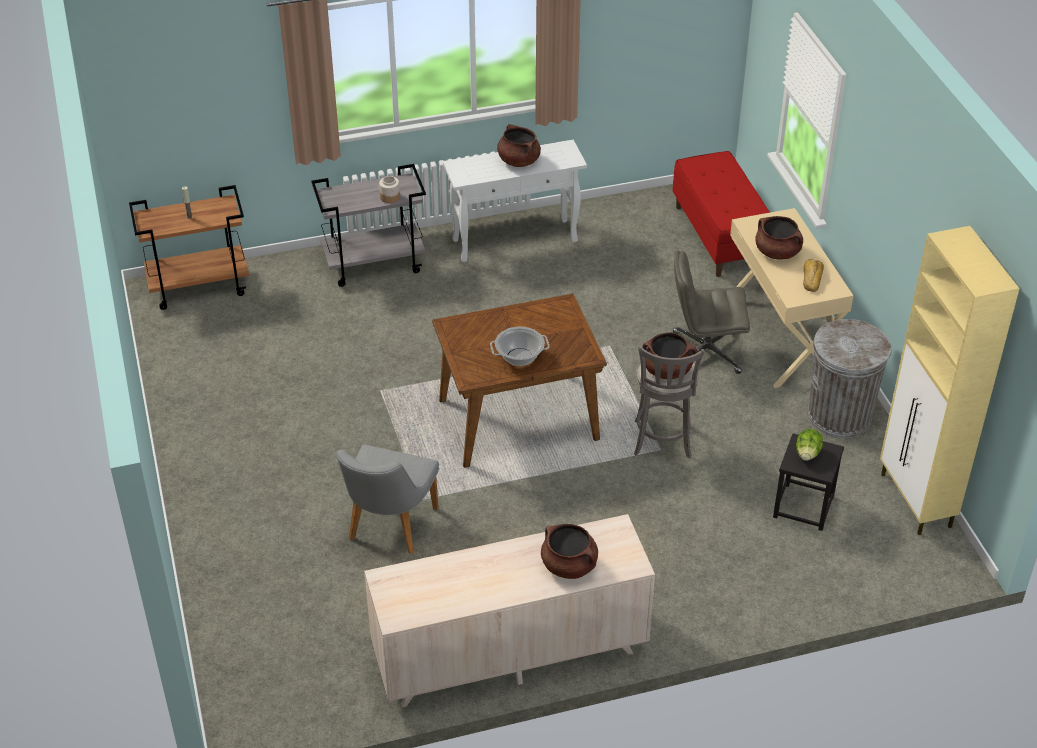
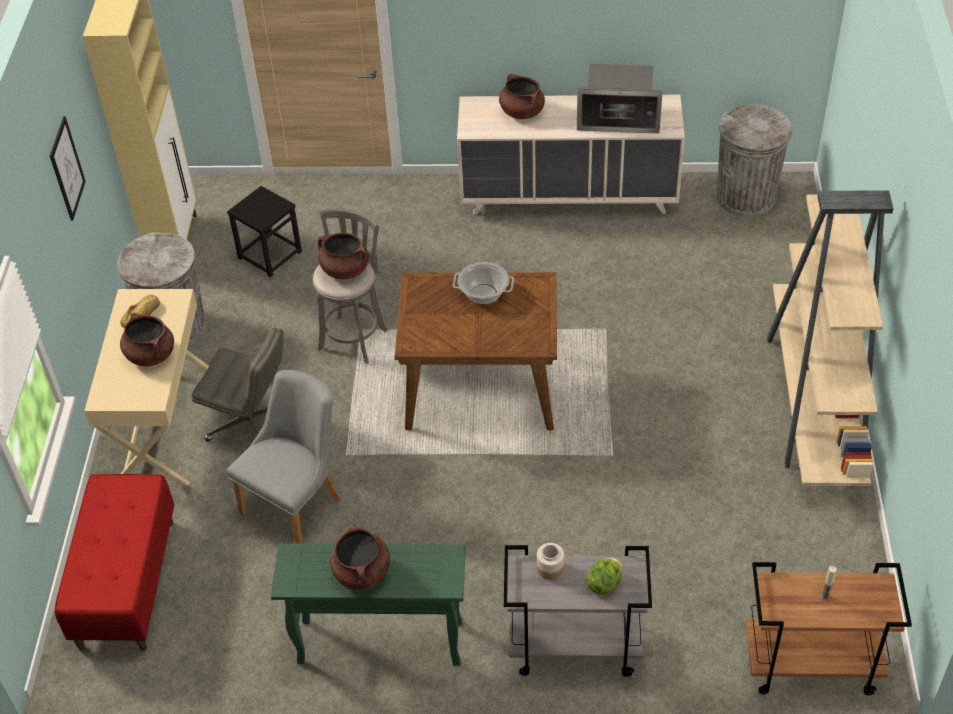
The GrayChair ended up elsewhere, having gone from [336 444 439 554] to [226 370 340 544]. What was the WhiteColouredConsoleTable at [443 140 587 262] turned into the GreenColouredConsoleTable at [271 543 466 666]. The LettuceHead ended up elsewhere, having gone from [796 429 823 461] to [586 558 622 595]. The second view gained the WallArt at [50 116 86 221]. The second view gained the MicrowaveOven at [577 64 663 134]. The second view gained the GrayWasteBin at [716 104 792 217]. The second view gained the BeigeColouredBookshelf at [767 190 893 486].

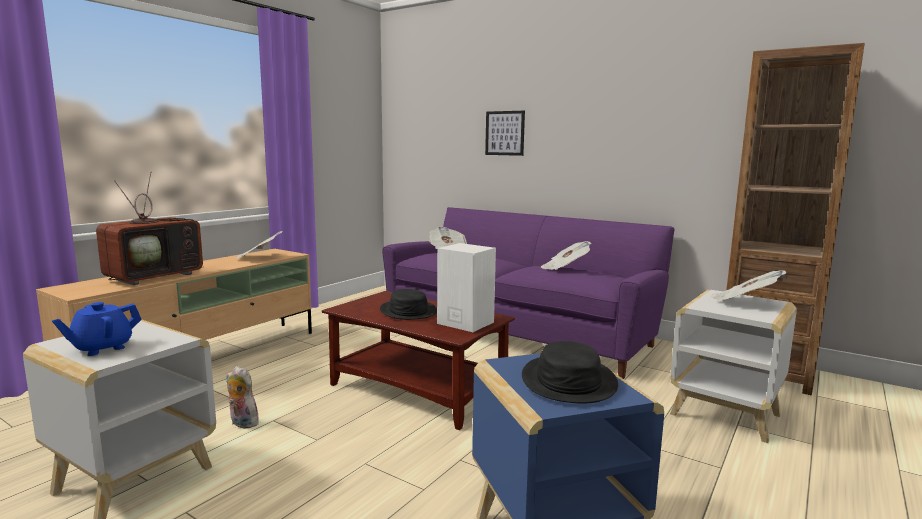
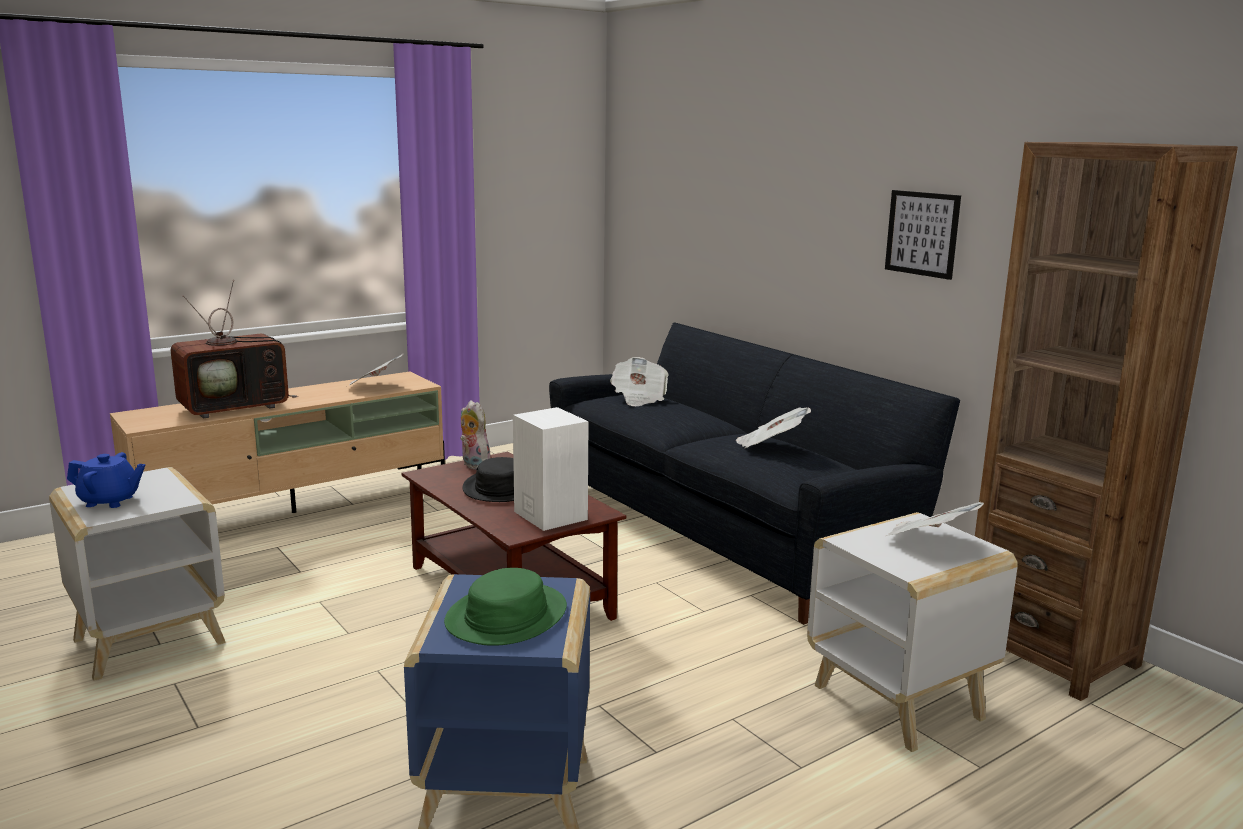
The BlueColouredTeaPot at [52 302 142 356] ended up facing another way, 150 degrees counterclockwise from before. The PlushToy ended up elsewhere, having gone from [226 366 259 428] to [460 400 491 470]. What was the PurpleSofa at [382 207 674 379] turned into the BlackSofa at [549 322 960 624]. The WallArt ended up elsewhere, having gone from [485 111 525 156] to [885 190 961 280]. What was the BlackClothingHat at [522 341 618 404] turned into the GreenColouredClothingHat at [444 568 567 646].

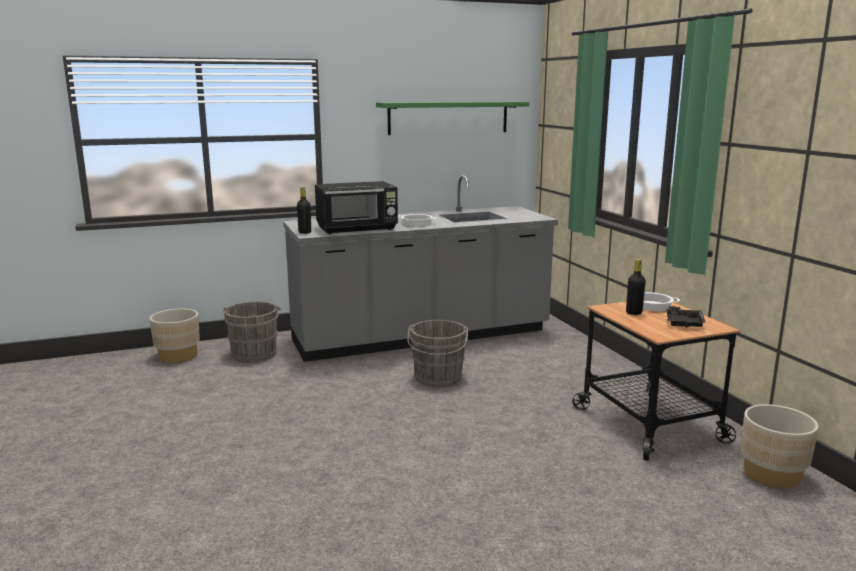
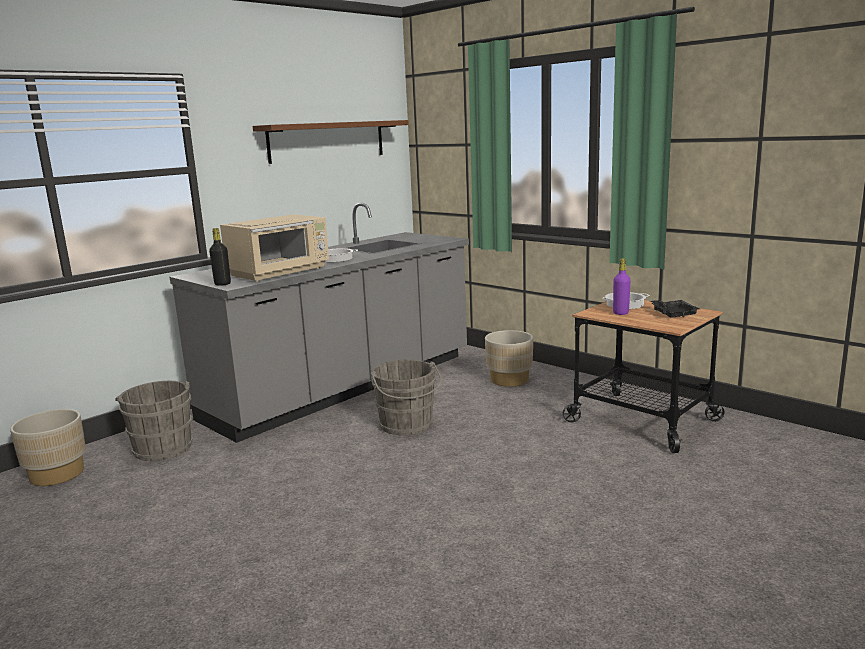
What was the BlackMicrowaveOven at [315 181 398 234] turned into the BeigeColouredMicrowaveOven at [220 214 329 282]. What was the GreenColouredShelf at [376 101 529 135] turned into the BrownishShelf at [253 120 409 164]. What was the BlackBeverageBottle at [626 259 646 315] turned into the PurpleBeverageBottle at [613 259 631 315]. The BeigeColouredFlowerPot ended up elsewhere, having gone from [741 404 819 489] to [485 330 533 387].

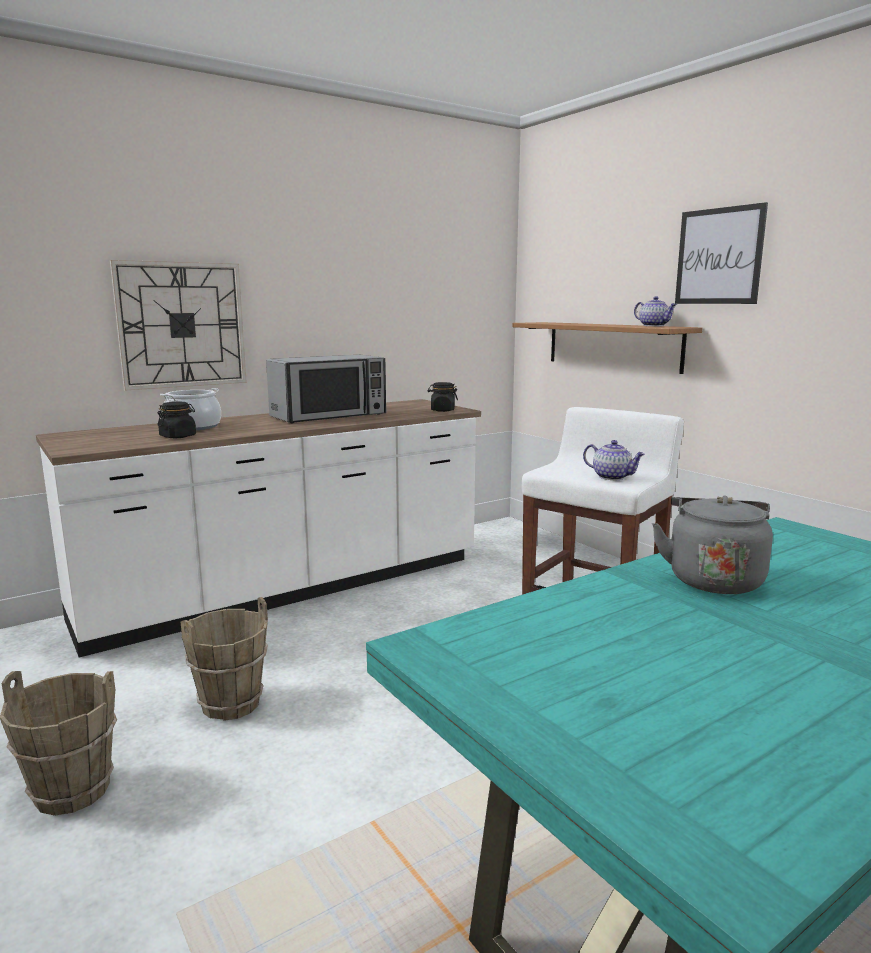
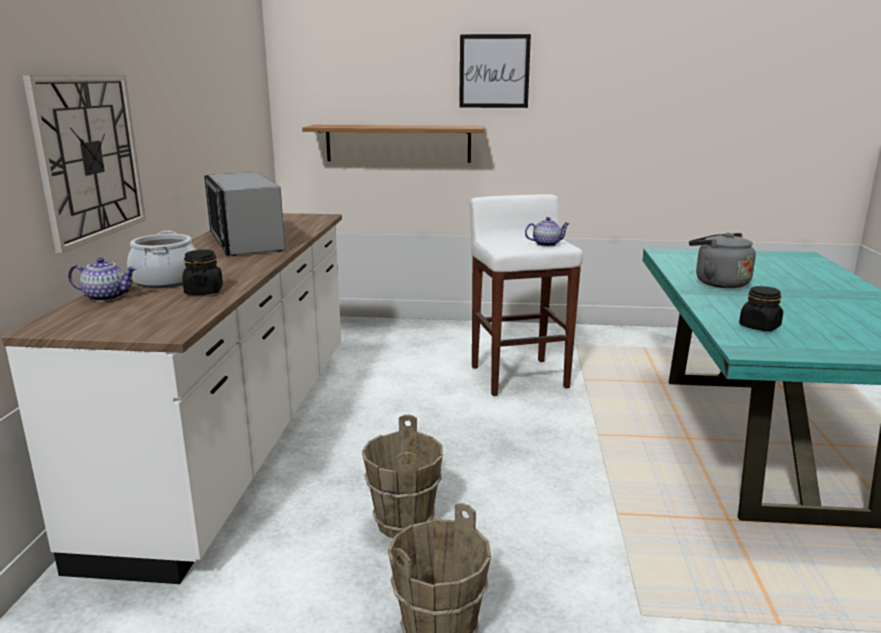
The MicrowaveOven at [266 355 386 423] ended up facing another way, 150 degrees clockwise from before. The BlackJar ended up elsewhere, having gone from [428 382 458 412] to [739 286 783 331]. The TeaPot ended up elsewhere, having gone from [634 296 677 326] to [68 257 137 302].

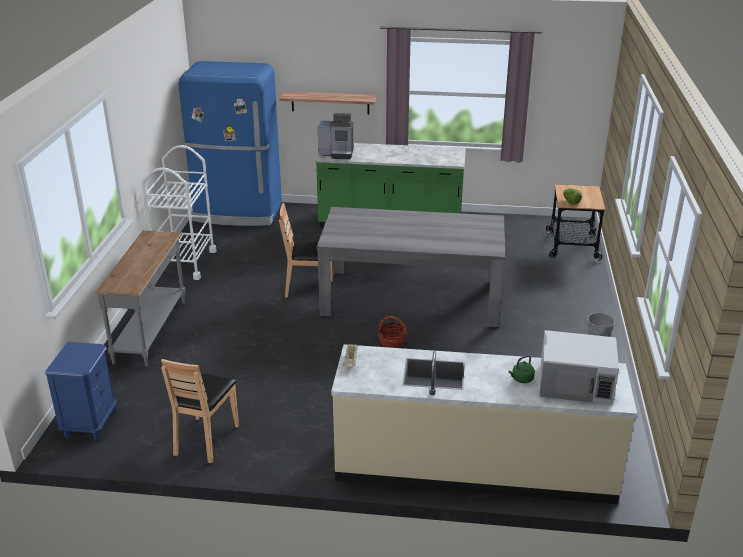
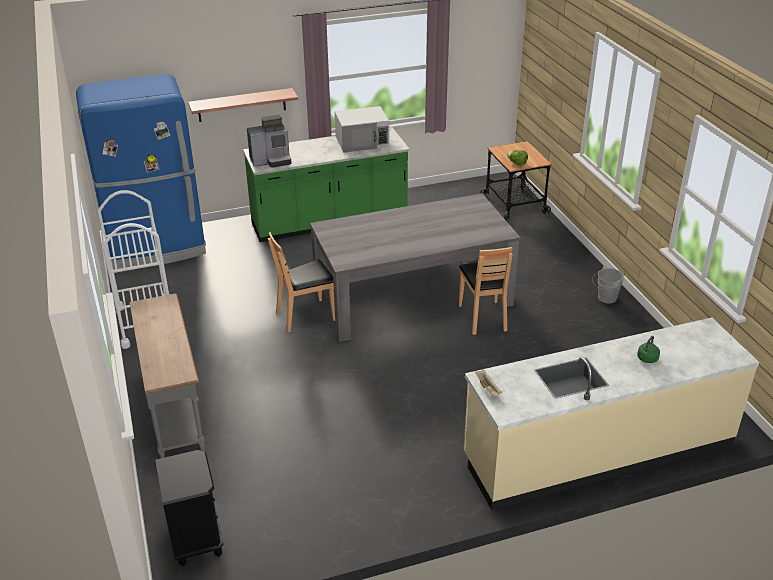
What was the BlueColouredNightstand at [45 342 117 441] turned into the BlackNightstand at [155 450 223 566]. The BrownishChair ended up elsewhere, having gone from [161 359 239 463] to [459 247 513 335]. The second view lost the HouseholdBasket at [378 316 407 348]. The WhiteColouredMicrowaveOven ended up elsewhere, having gone from [539 330 619 403] to [335 106 389 153].

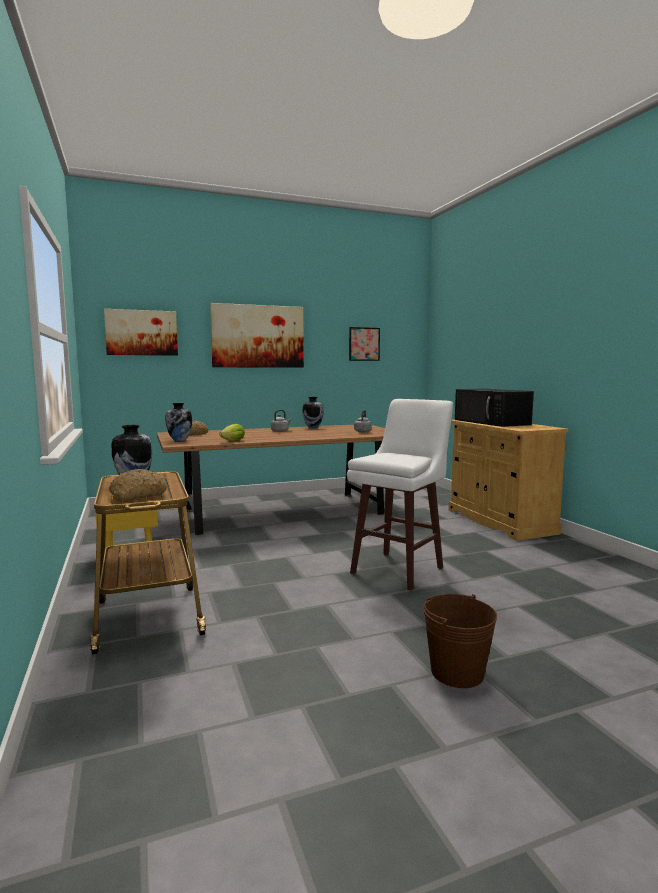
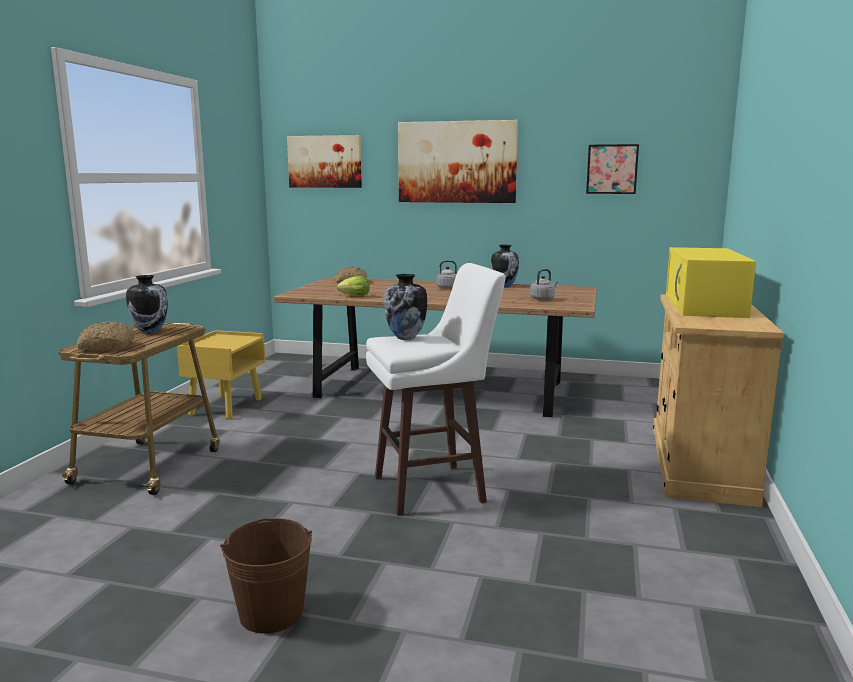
The FlowerVase ended up elsewhere, having gone from [166 403 192 442] to [384 274 427 340]. What was the BlackMicrowaveOven at [455 389 534 427] turned into the YellowColouredMicrowaveOven at [666 247 756 318].

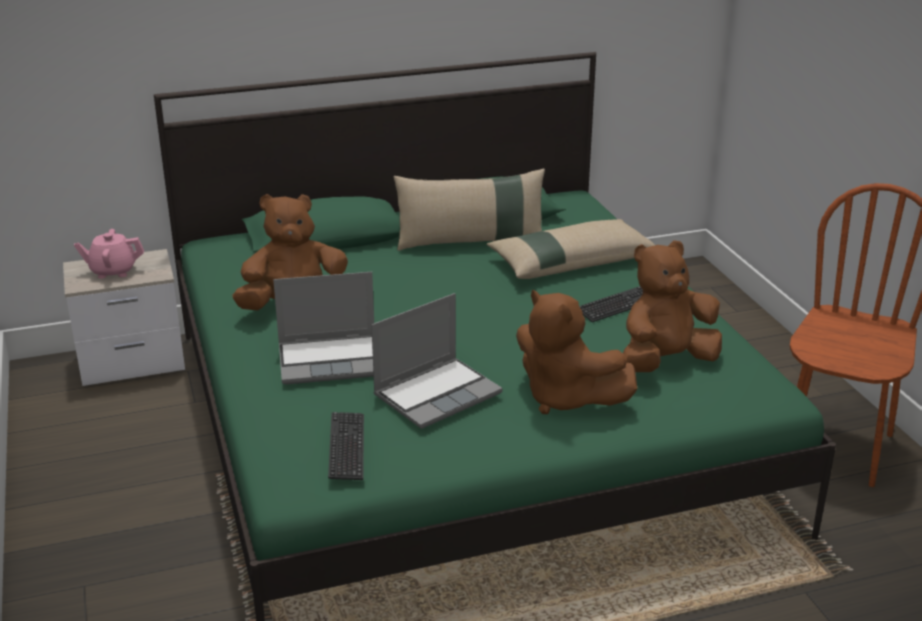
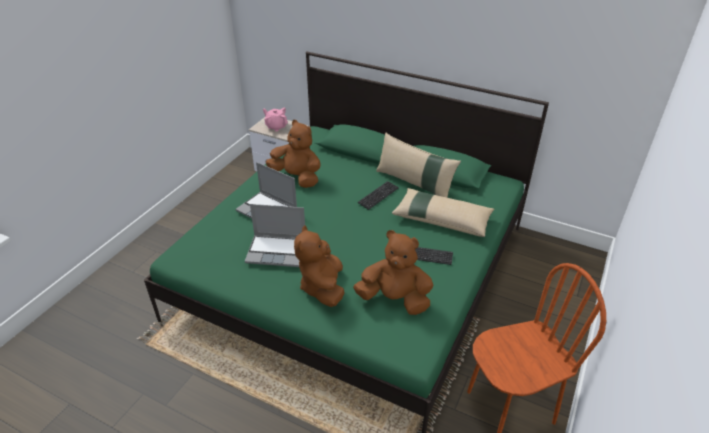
The ComputerKeyboard ended up elsewhere, having gone from [328 412 364 480] to [358 181 399 210].

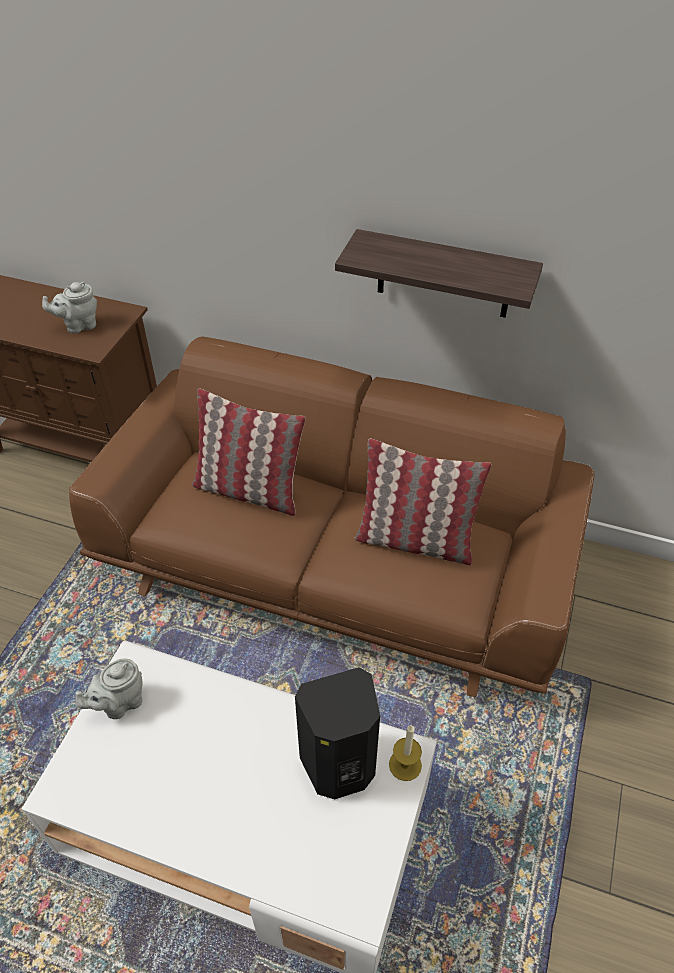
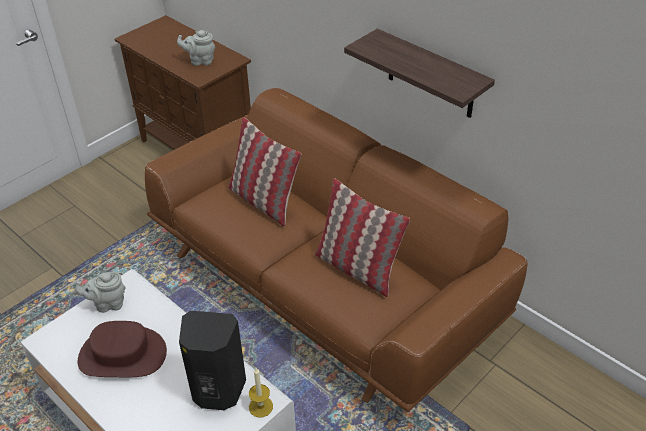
The second view gained the BrownishClothingHat at [78 321 167 377].

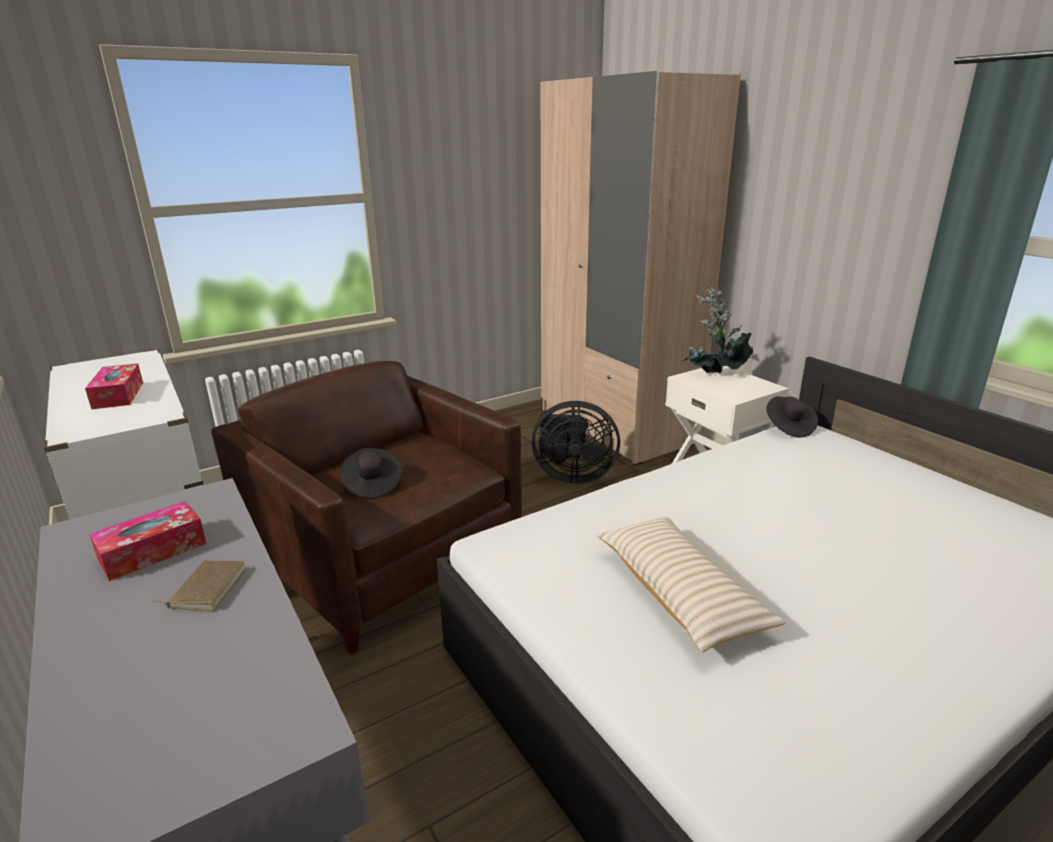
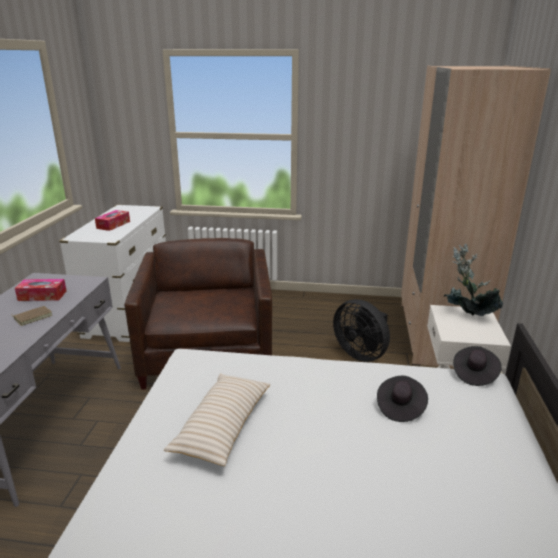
The BlackClothingHat ended up elsewhere, having gone from [340 448 402 499] to [377 376 428 422].

